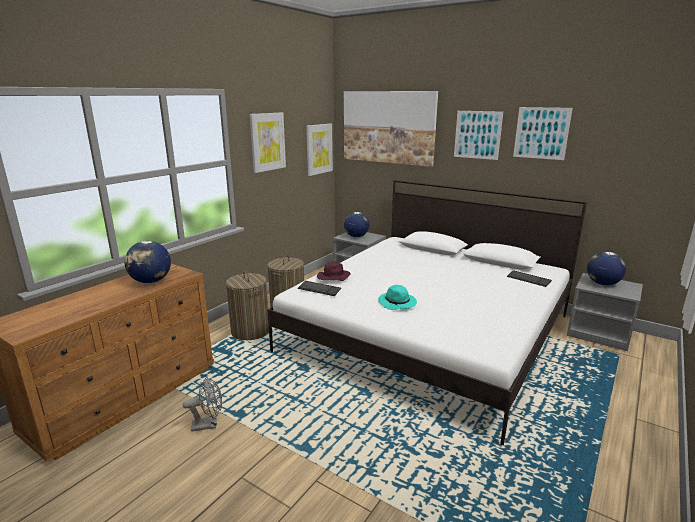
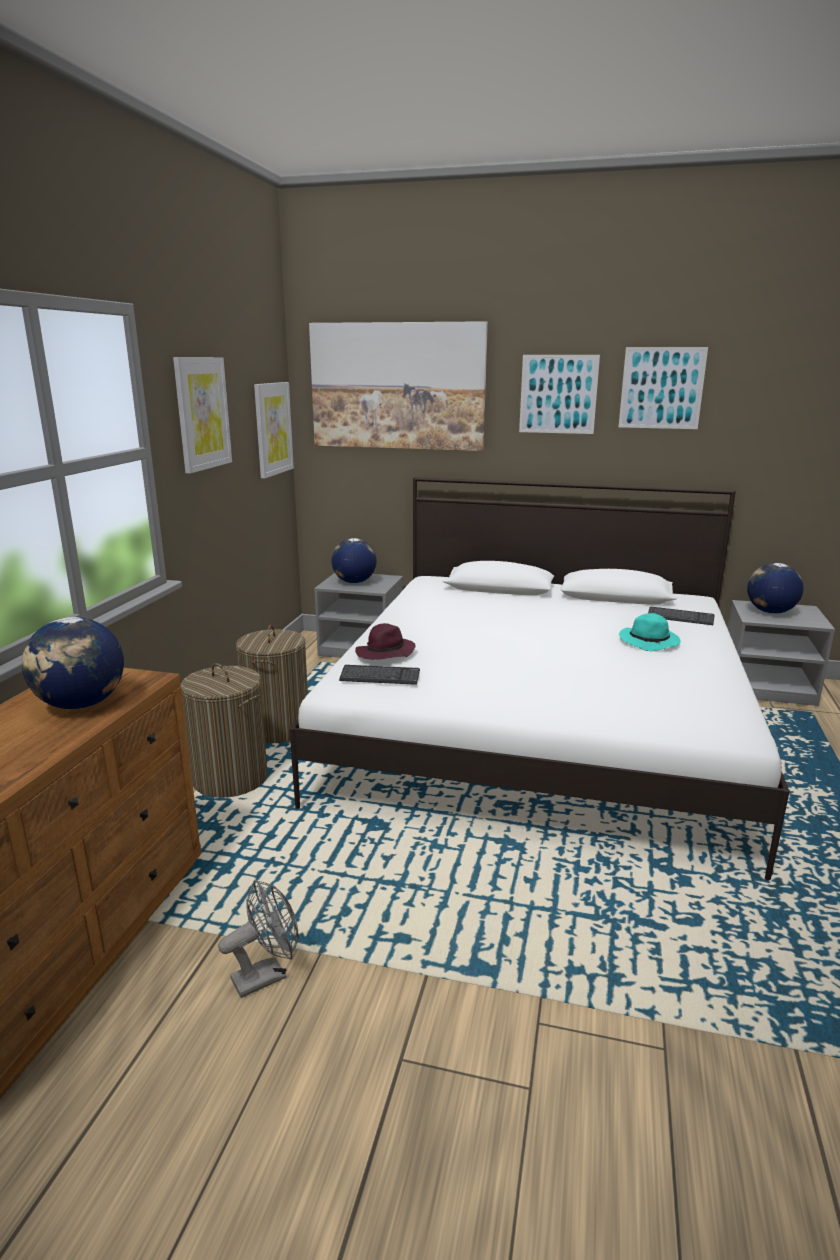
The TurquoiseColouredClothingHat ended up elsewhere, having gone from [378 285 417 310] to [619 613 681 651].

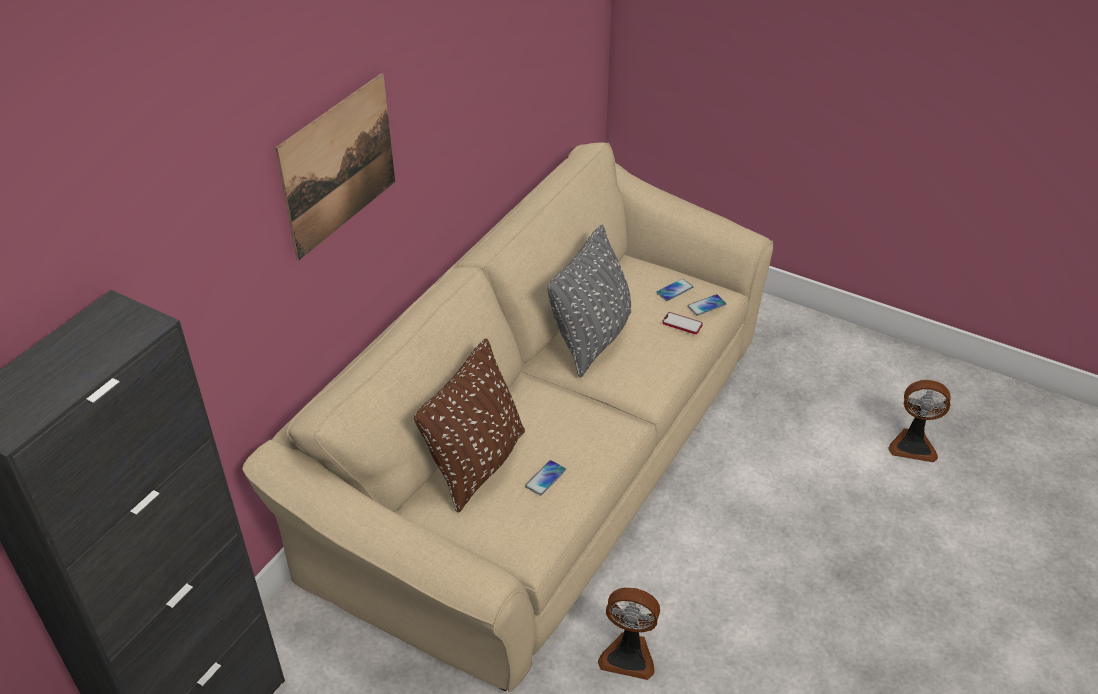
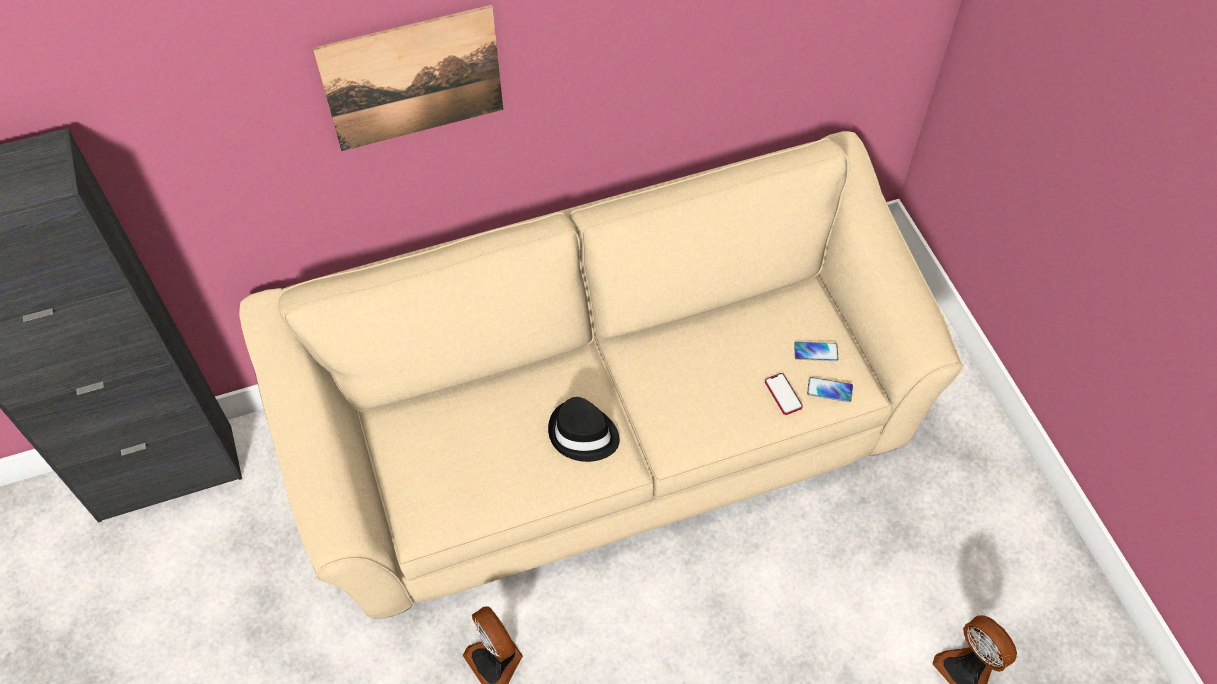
The second view lost the BrownishThrowPillow at [414 338 525 512]. The second view lost the Telephone at [525 460 566 496]. The second view lost the GrayThrowPillow at [547 224 631 377]. The second view gained the BlackClothingHat at [548 397 620 462].

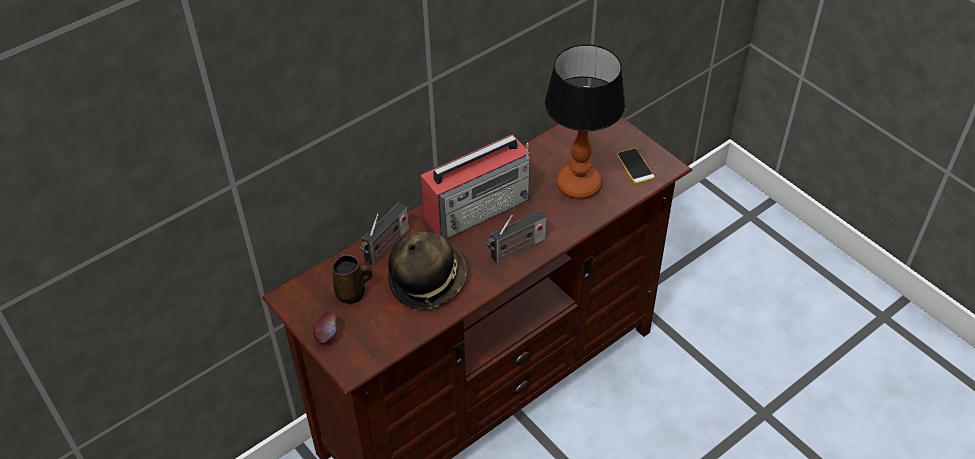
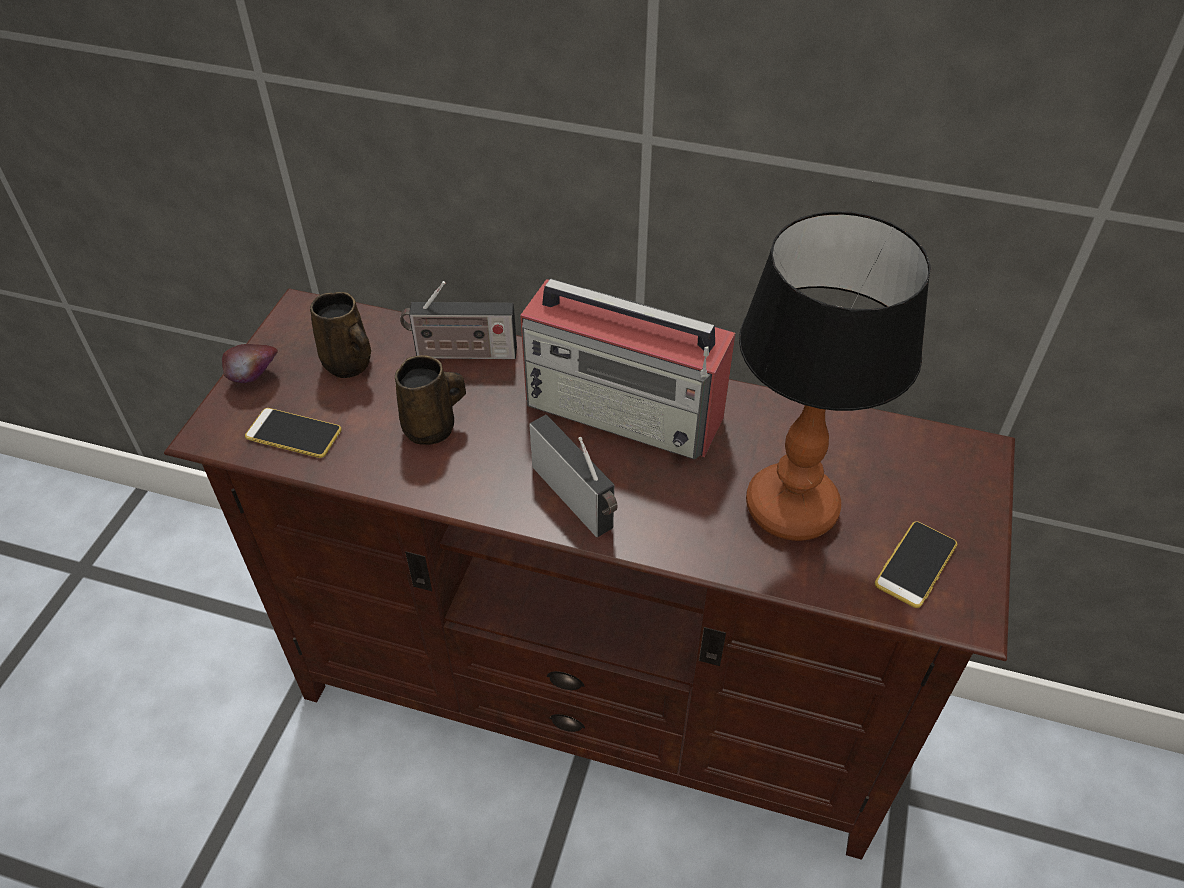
Where the ClothingHat stood at [388 231 467 310], the BrownishCoffeeMug came to stand at [395 355 466 445]. The RadioReceiver at [487 210 547 263] ended up facing another way, 150 degrees counterclockwise from before. The second view gained the Telephone at [245 408 342 458].

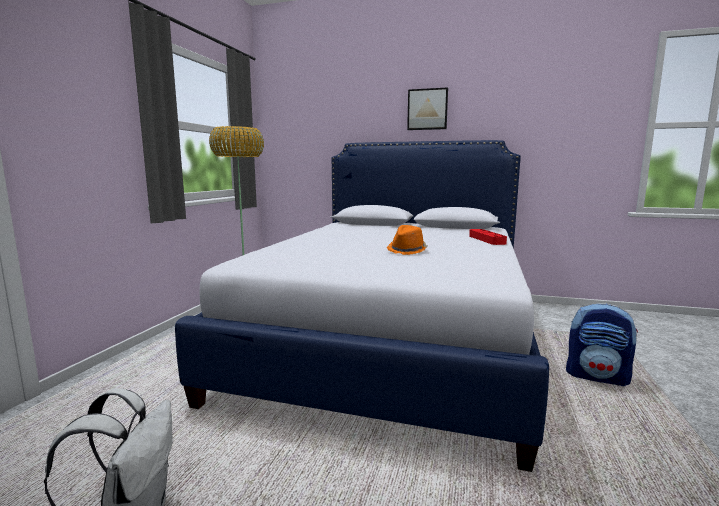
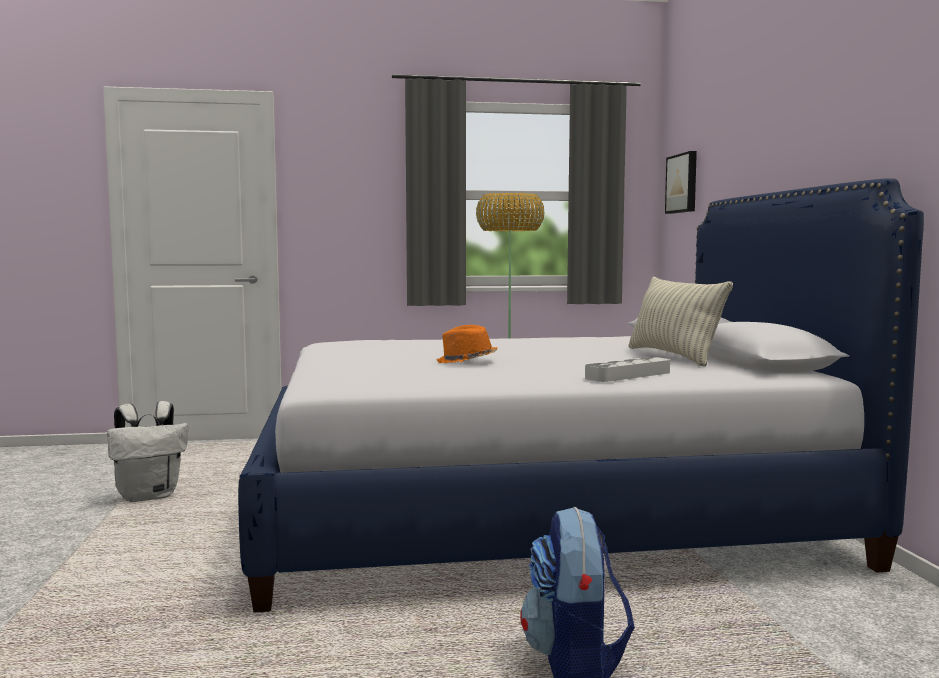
The WallArt ended up elsewhere, having gone from [407 87 448 130] to [665 151 697 214]. What was the RedColouredServingTray at [469 229 507 245] turned into the GrayServingTray at [585 357 670 382]. The second view gained the ThrowPillow at [628 277 733 366].

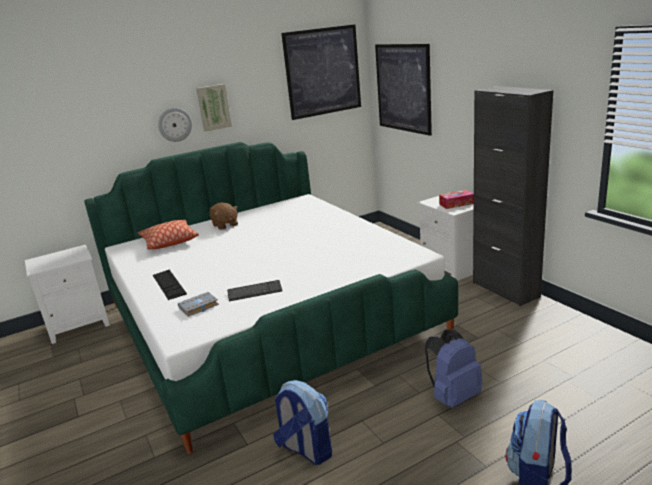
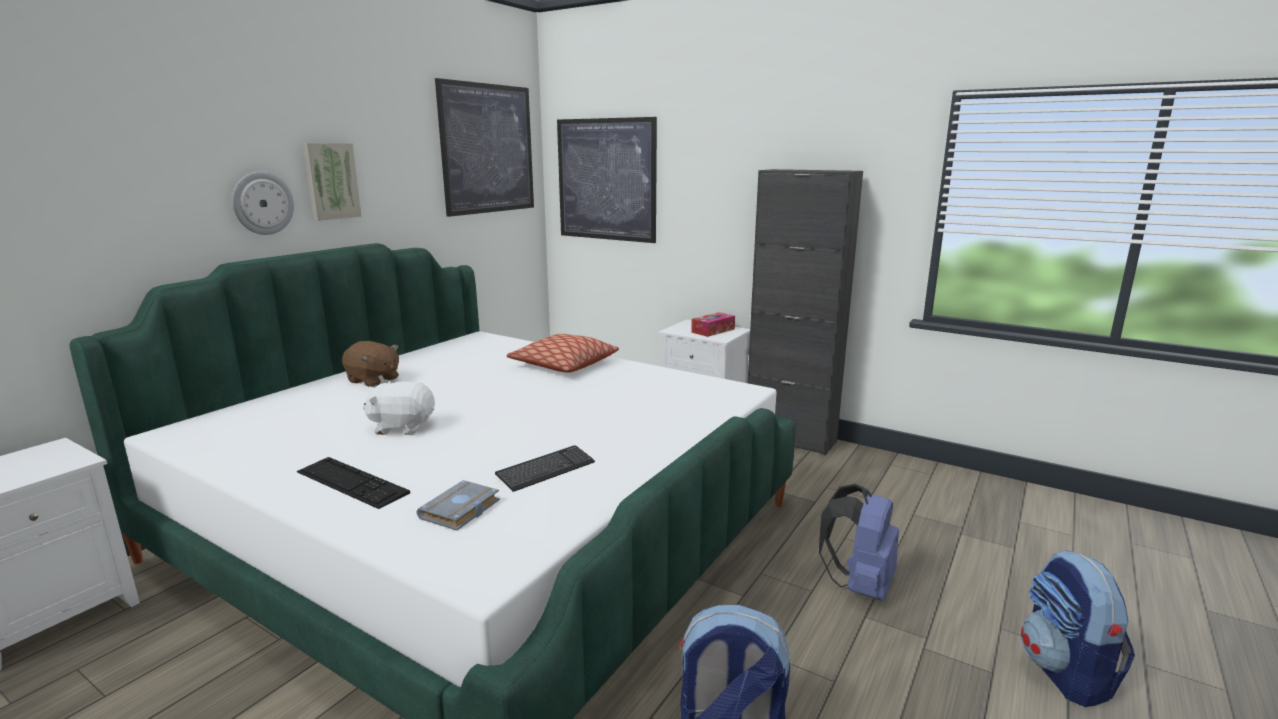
The ThrowPillow ended up elsewhere, having gone from [138 220 199 249] to [506 334 619 373]. The second view gained the WhiteColouredPlushToy at [363 381 435 435].

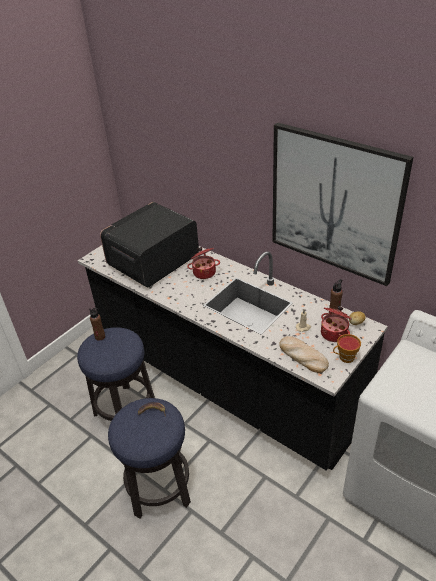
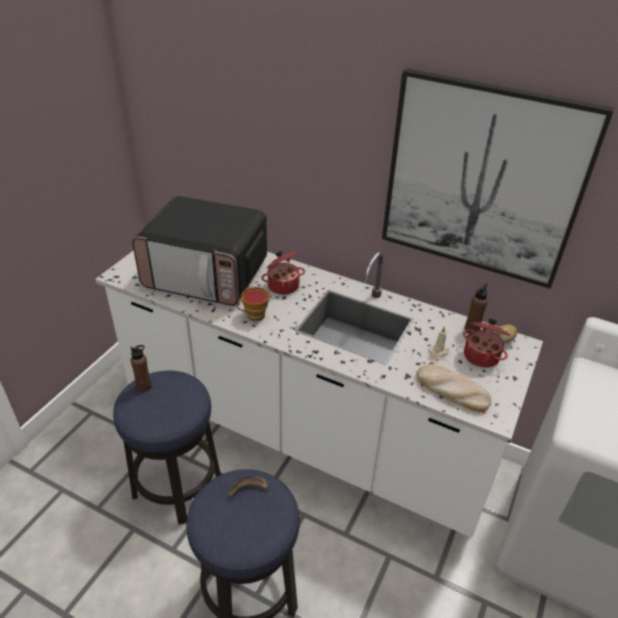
What was the BlackKitchenBaseUnit at [78 245 388 471] turned into the WhiteColouredKitchenBaseUnit at [95 250 543 538]. The MicrowaveOven at [100 202 199 287] ended up facing another way, 105 degrees counterclockwise from before. The Cup ended up elsewhere, having gone from [333 334 361 363] to [237 287 269 321].

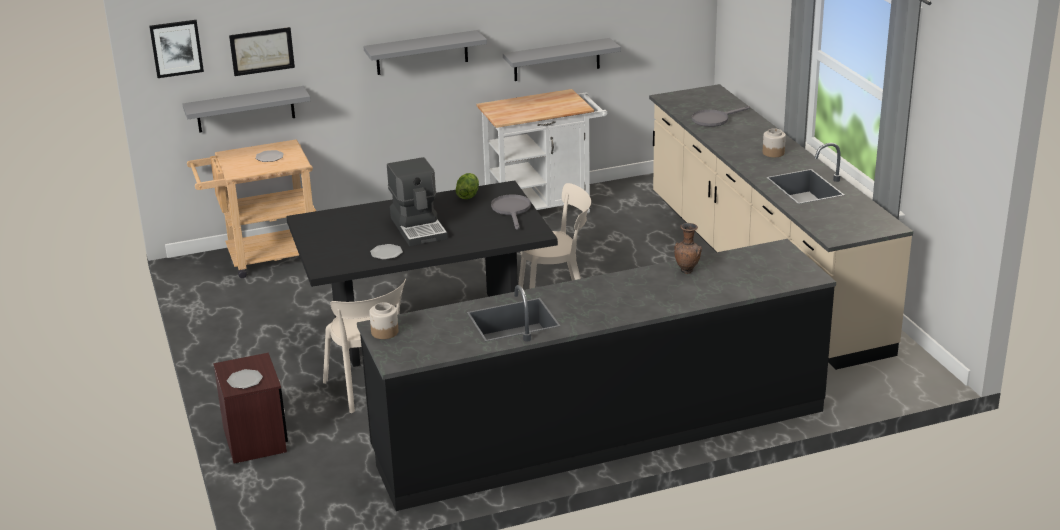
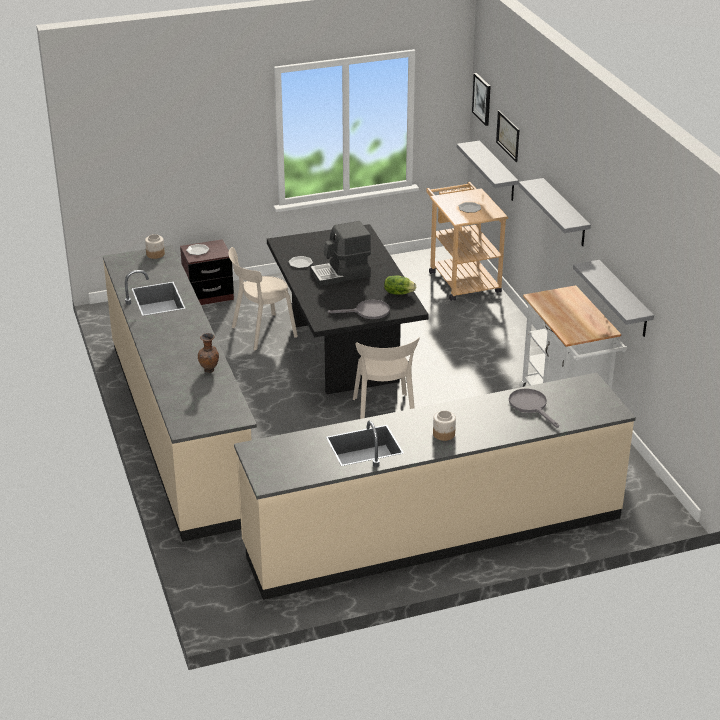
What was the BlackKitchenBaseUnit at [357 239 836 511] turned into the BeigeColouredKitchenBaseUnit at [103 245 257 542].

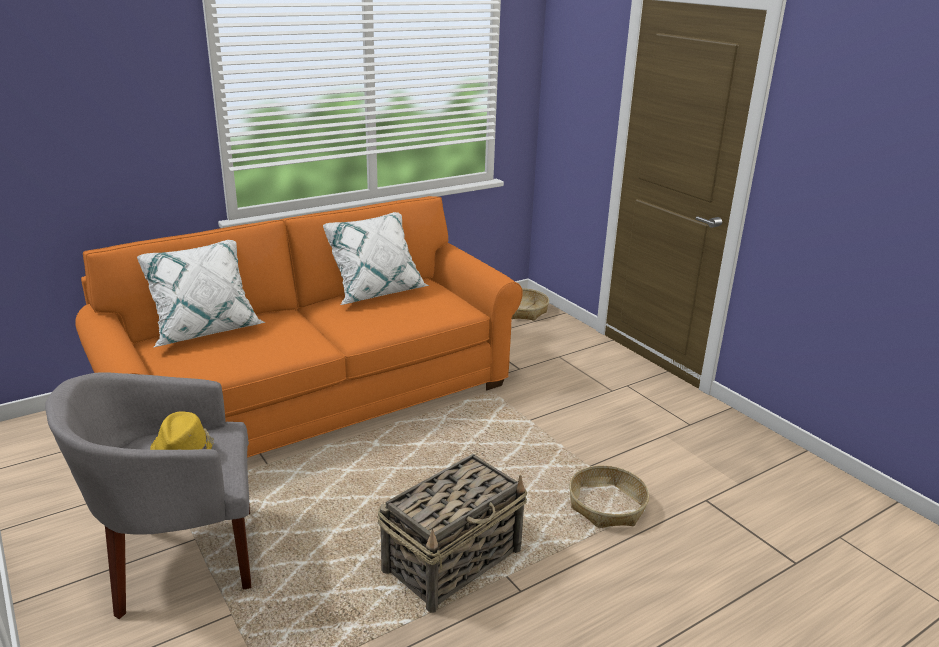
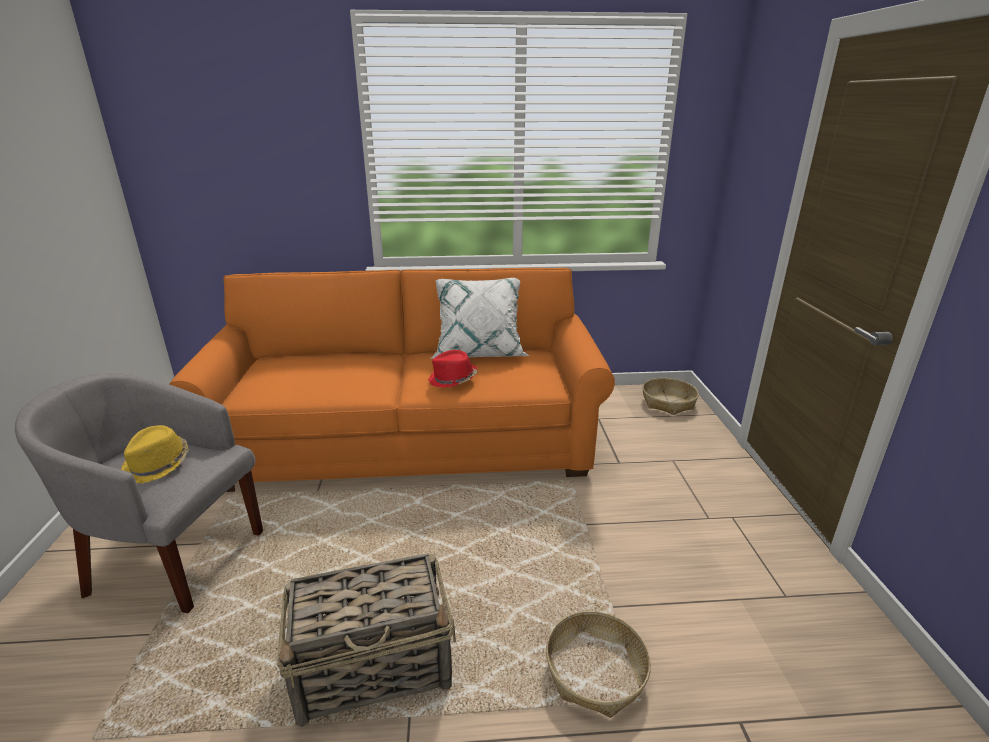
The second view lost the WhiteColouredThrowPillow at [137 240 265 347]. The second view gained the RedColouredClothingHat at [428 350 477 388].

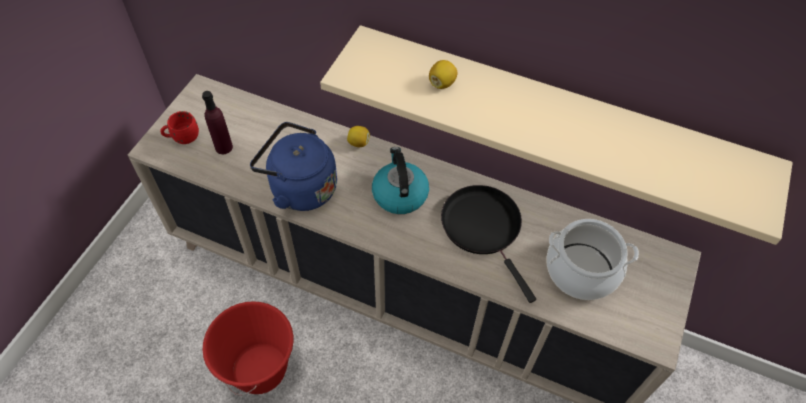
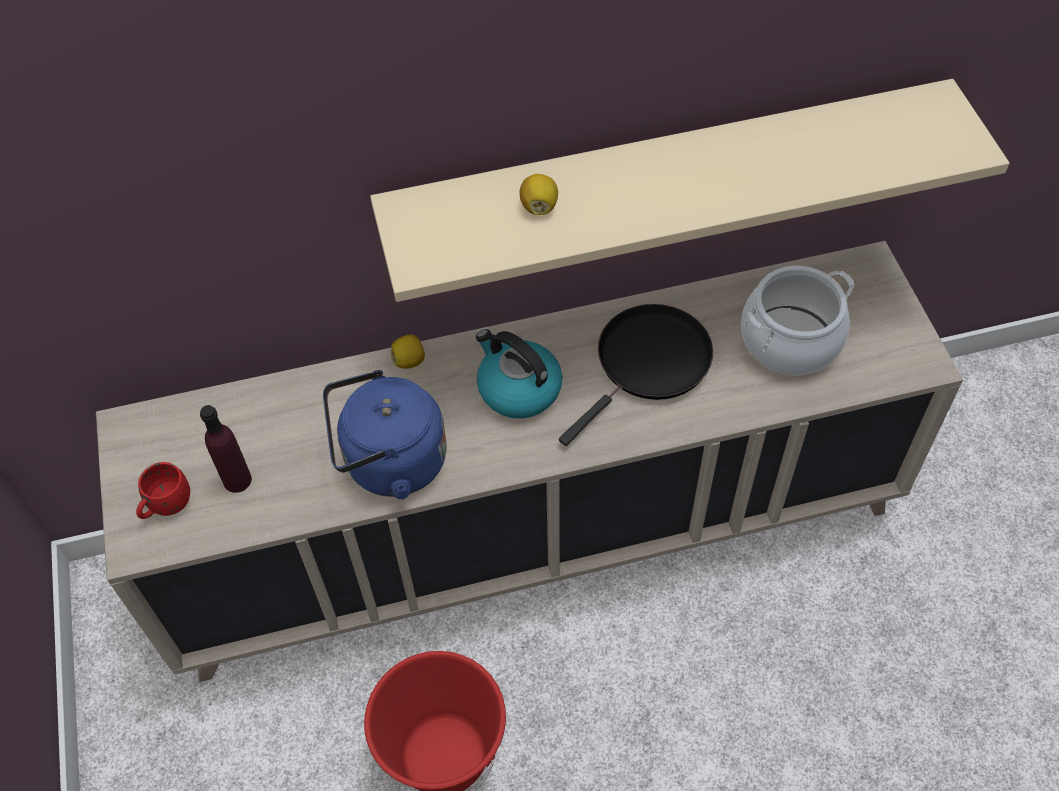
The BlackFryingPan at [441 185 536 303] ended up facing another way, 105 degrees clockwise from before.

